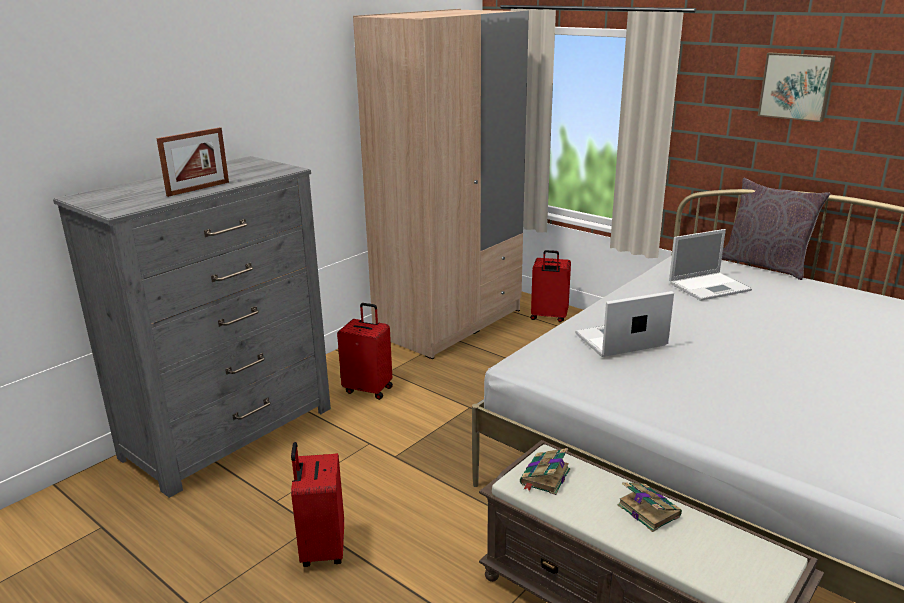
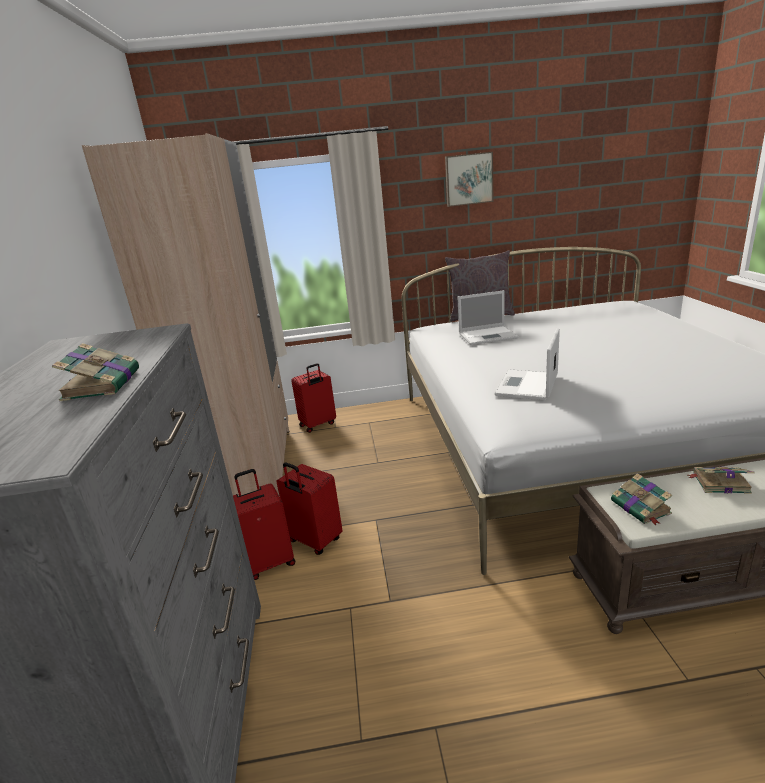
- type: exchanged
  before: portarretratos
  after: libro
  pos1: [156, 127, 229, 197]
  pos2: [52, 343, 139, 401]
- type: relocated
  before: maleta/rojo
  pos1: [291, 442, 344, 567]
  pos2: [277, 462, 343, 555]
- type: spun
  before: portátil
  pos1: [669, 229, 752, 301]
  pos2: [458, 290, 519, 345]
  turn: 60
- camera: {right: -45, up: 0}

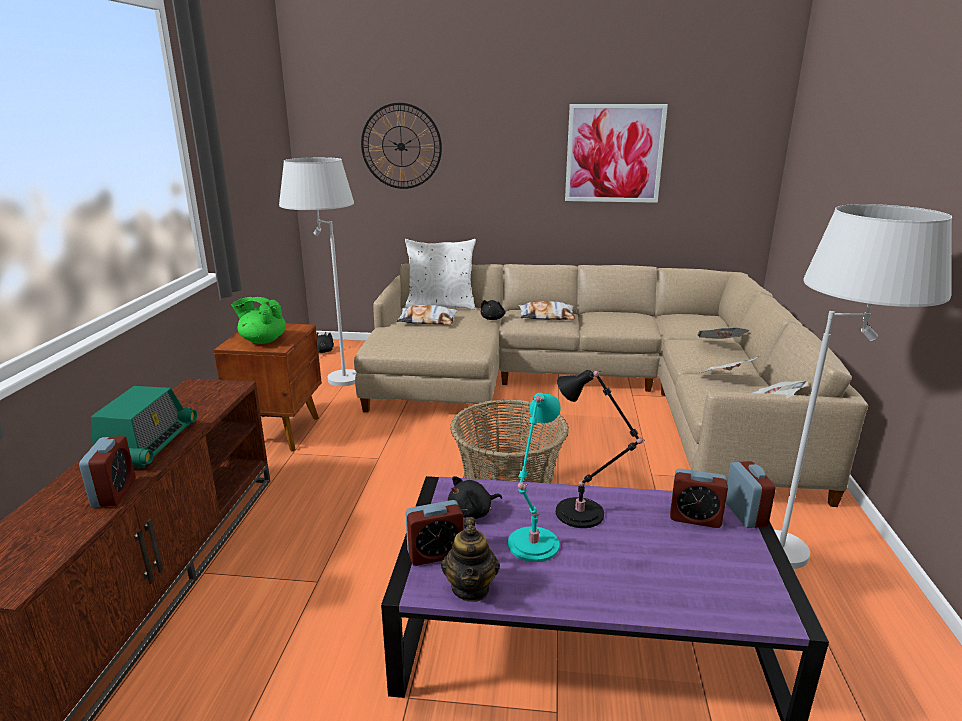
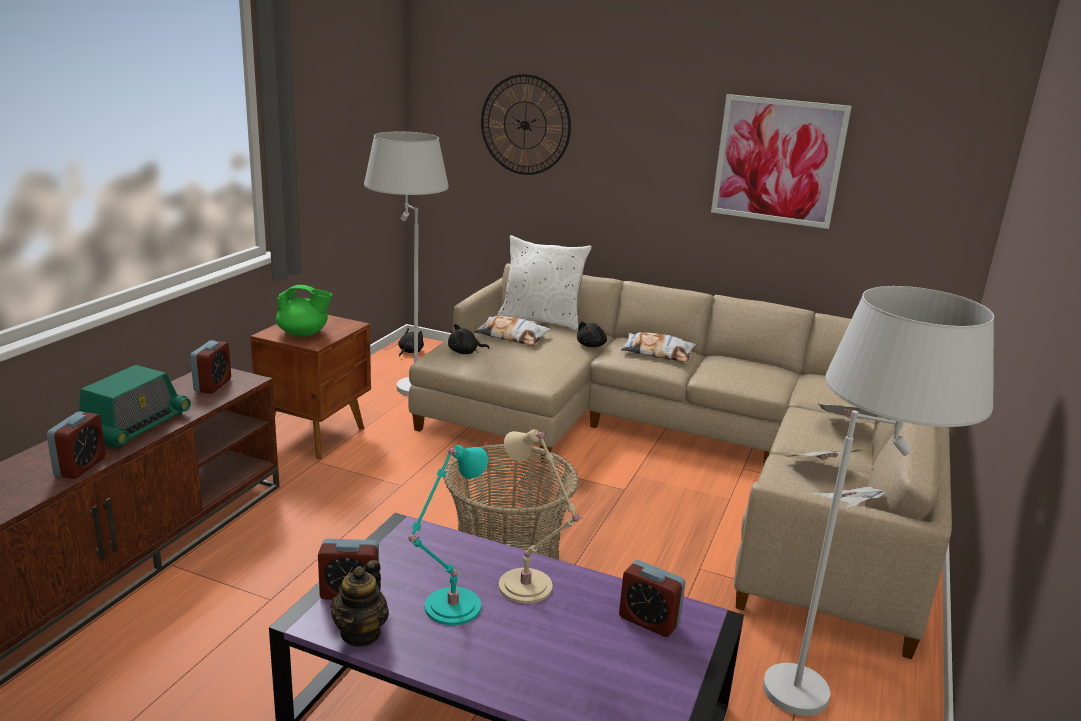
- type: spun
  before: tetera/verde
  pos1: [231, 297, 286, 344]
  pos2: [276, 285, 332, 337]
  turn: 150
- type: relocated
  before: peluche/negro
  pos1: [448, 476, 502, 519]
  pos2: [448, 324, 489, 354]
- type: colour
  before: lámpara de mesa/negro
  after: lámpara de mesa/beis
  pos1: [556, 370, 645, 528]
  pos2: [499, 430, 583, 604]
- type: relocated
  before: despertador
  pos1: [726, 461, 776, 528]
  pos2: [190, 340, 231, 394]
- camera: {right: 15, up: 0}

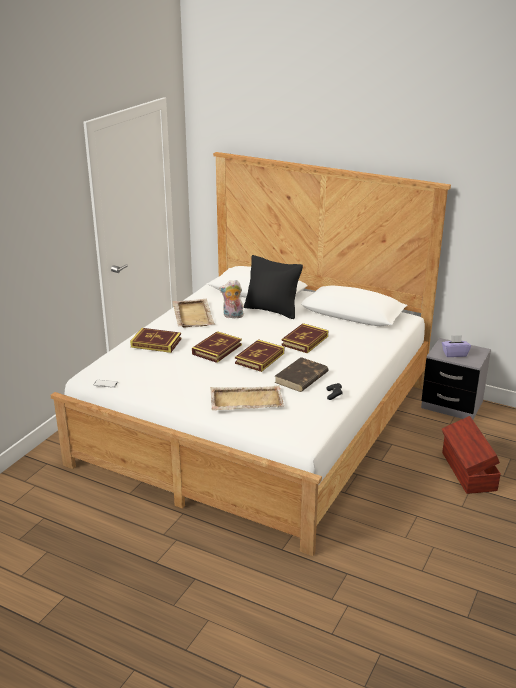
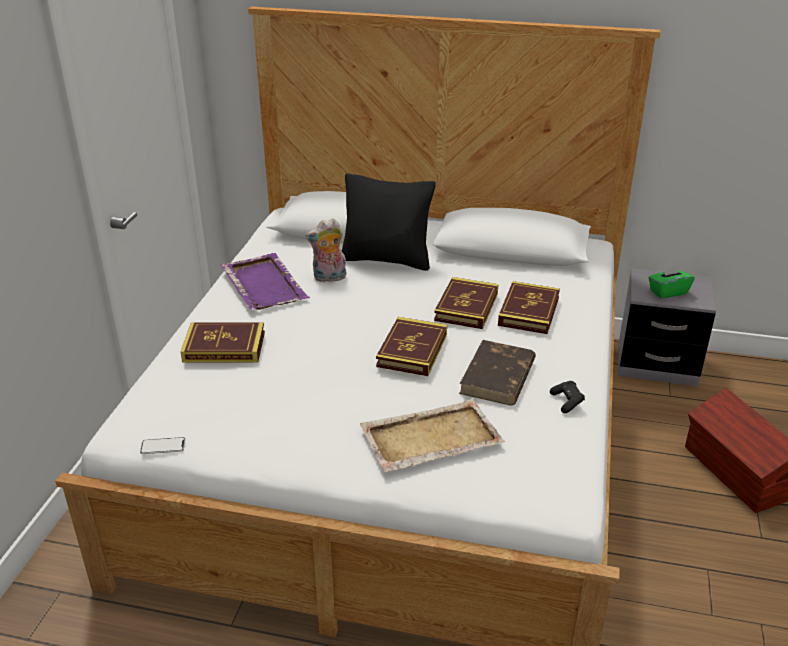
- type: colour
  before: bandeja/beis
  after: bandeja/morado
  pos1: [172, 299, 215, 327]
  pos2: [221, 253, 310, 310]
- type: relocated
  before: libro
  pos1: [192, 331, 242, 363]
  pos2: [498, 281, 560, 334]
- type: colour
  before: caja de pañuelos/morado
  after: caja de pañuelos/verde
  pos1: [442, 335, 471, 357]
  pos2: [648, 263, 695, 299]
- camera: {right: -15, up: 5}

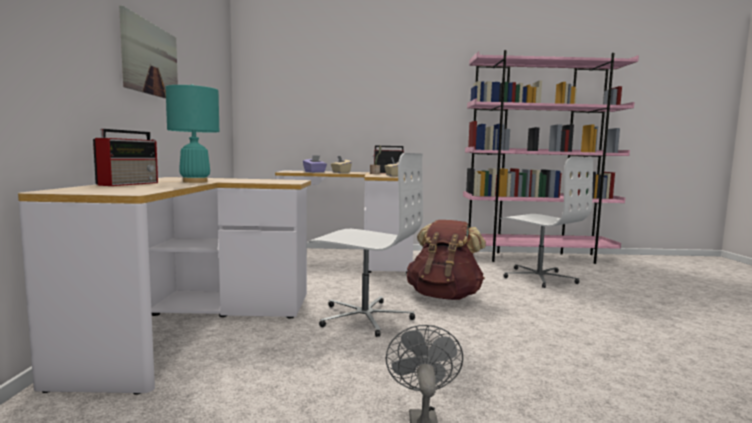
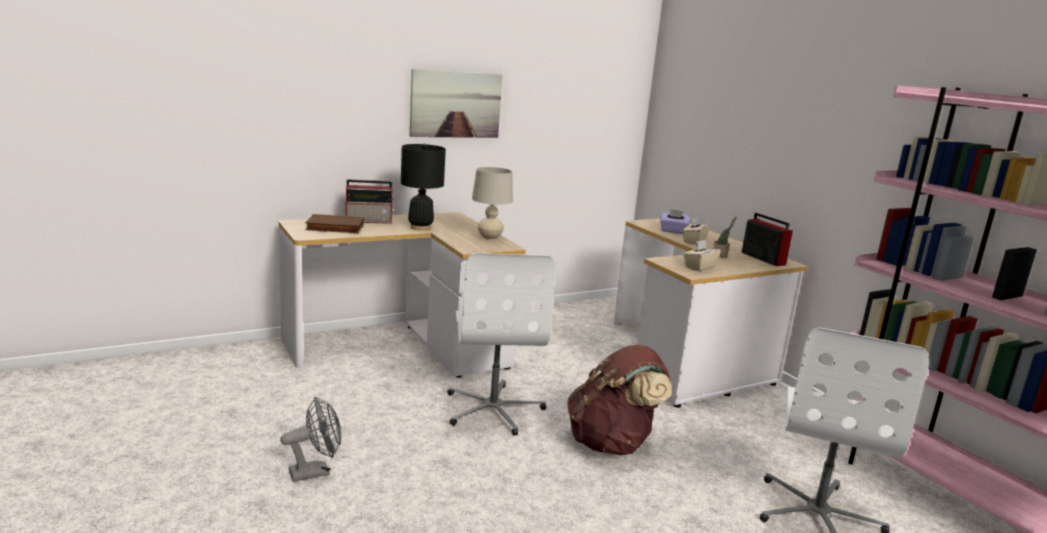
- type: colour
  before: lámpara de mesa/turquesa
  after: lámpara de mesa/negro
  pos1: [166, 84, 219, 183]
  pos2: [401, 144, 446, 231]
- type: appeared
  after: libro/marrón
  pos2: [305, 214, 364, 233]
- type: appeared
  after: lámpara de mesa/beis
  pos2: [472, 167, 513, 240]
- camera: {right: 60, up: 10}

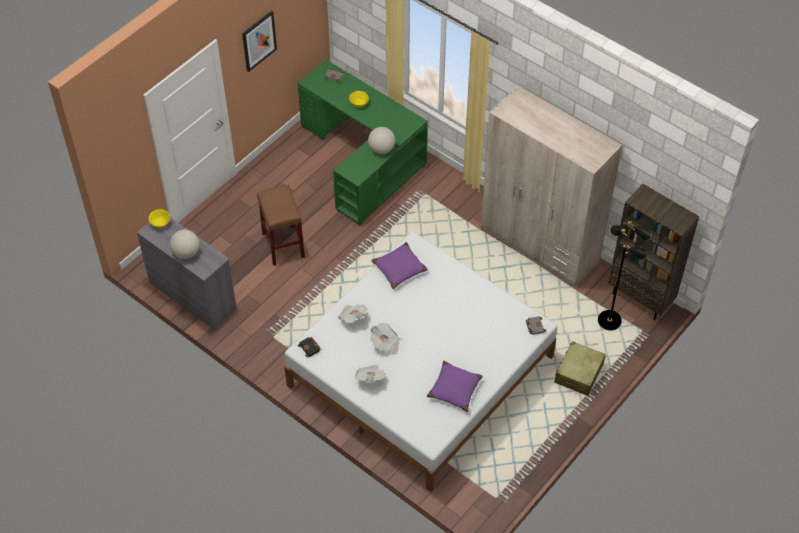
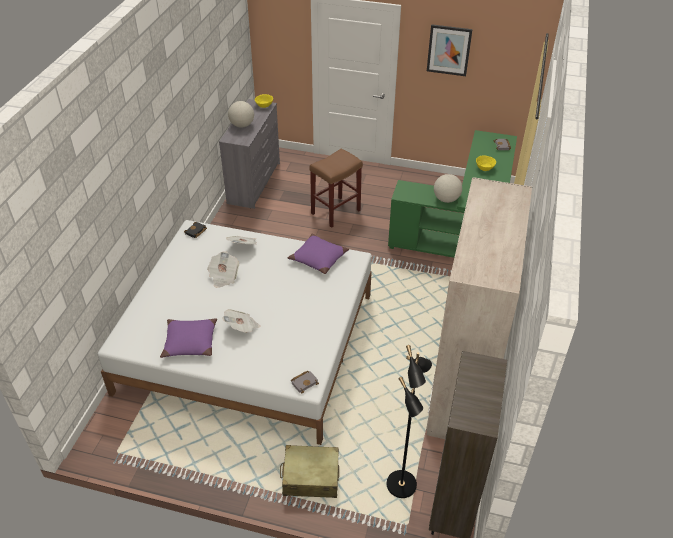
- type: relocated
  before: periódico
  pos1: [355, 364, 386, 383]
  pos2: [222, 309, 260, 333]
- camera: {right: 65, up: -10}

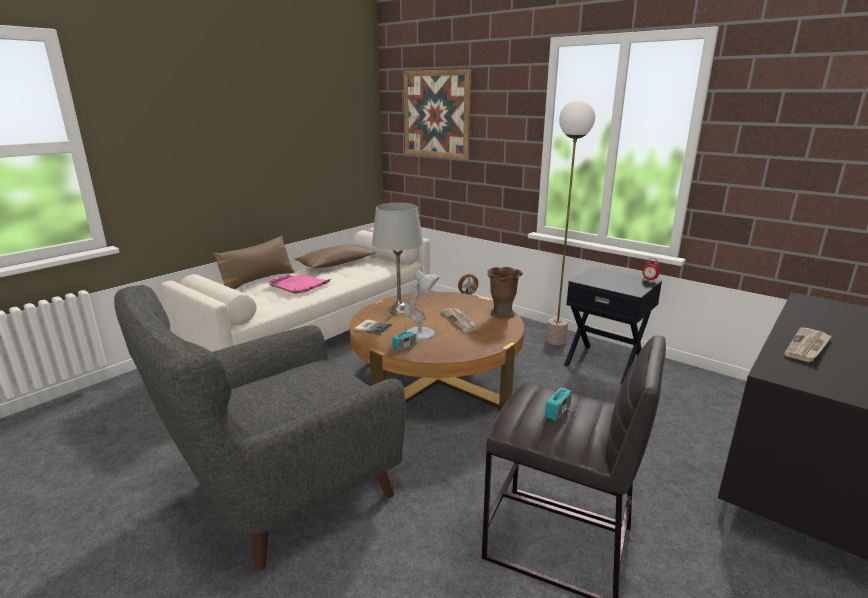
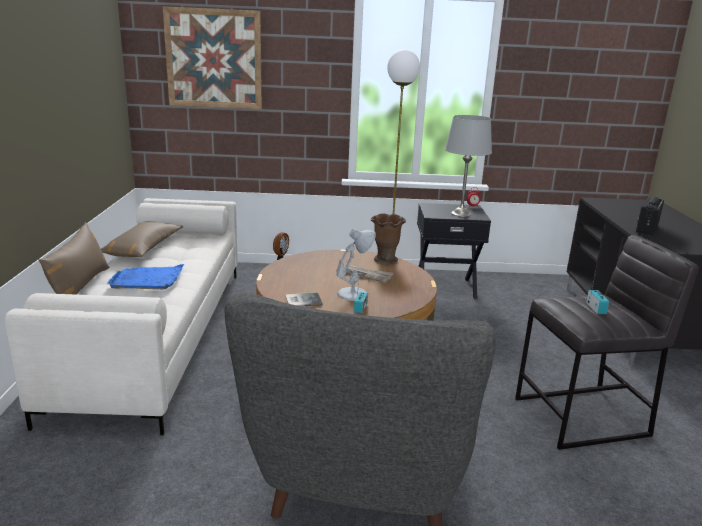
- type: colour
  before: bandeja/rosa
  after: bandeja/azul
  pos1: [267, 275, 331, 294]
  pos2: [107, 264, 184, 290]
- type: relocated
  before: lámpara de mesa/gris
  pos1: [372, 203, 423, 314]
  pos2: [445, 115, 492, 217]
- type: exchanged
  before: periódico
  after: radio
  pos1: [784, 327, 832, 362]
  pos2: [636, 197, 664, 235]
- camera: {right: -40, up: 0}

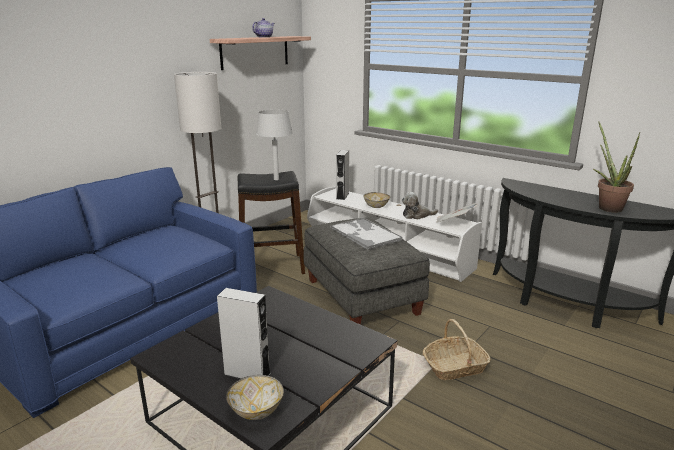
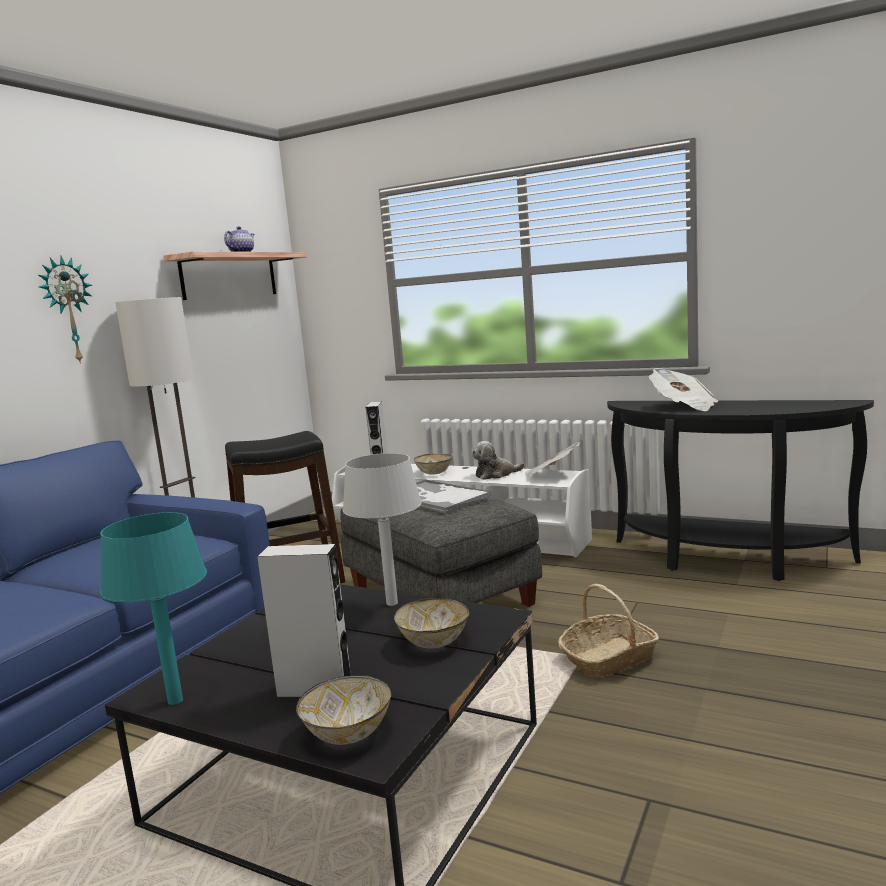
- type: relocated
  before: lámpara de mesa/gris
  pos1: [256, 109, 292, 180]
  pos2: [342, 453, 422, 606]
- type: missing
  before: planta en maceta
  pos1: [593, 121, 640, 213]
- type: appeared
  after: reloj de pared
  pos2: [39, 256, 92, 364]
- type: appeared
  after: lámpara de mesa/turquesa
  pos2: [100, 512, 207, 705]
- type: appeared
  after: cuenco
  pos2: [394, 597, 469, 648]
- type: appeared
  after: periódico
  pos2: [649, 368, 718, 411]
- camera: {right: -10, up: -10}

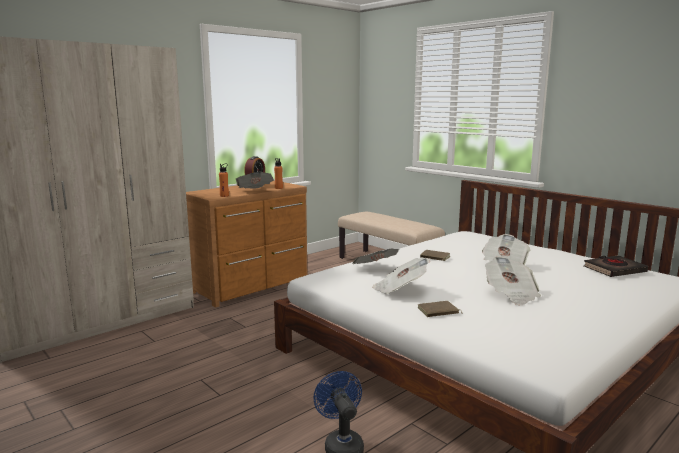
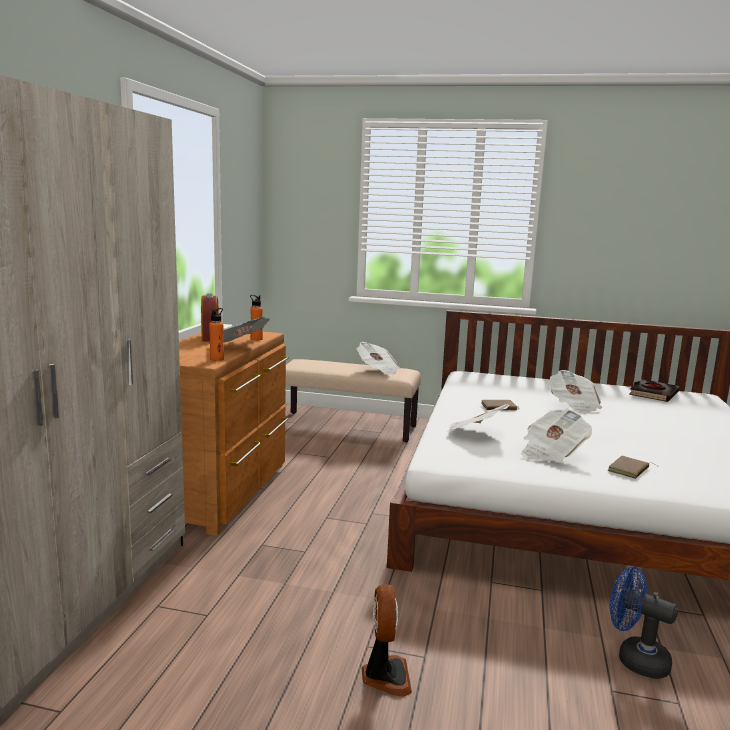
- type: relocated
  before: periódico
  pos1: [485, 256, 541, 306]
  pos2: [357, 342, 400, 376]
- type: appeared
  after: ventilador
  pos2: [362, 584, 412, 697]
- camera: {right: -35, up: 0}

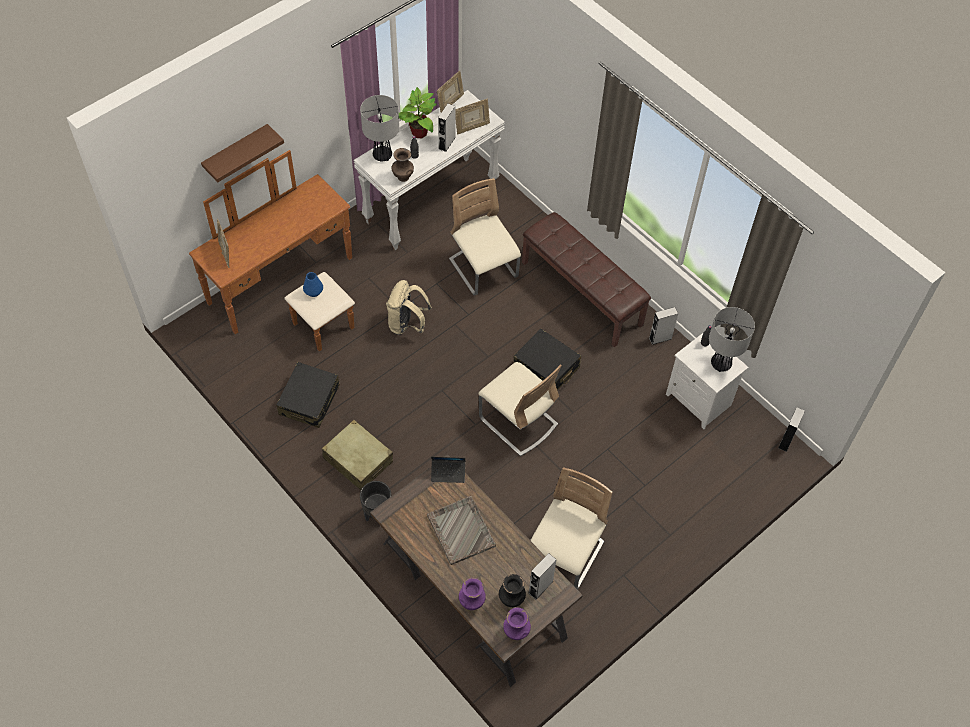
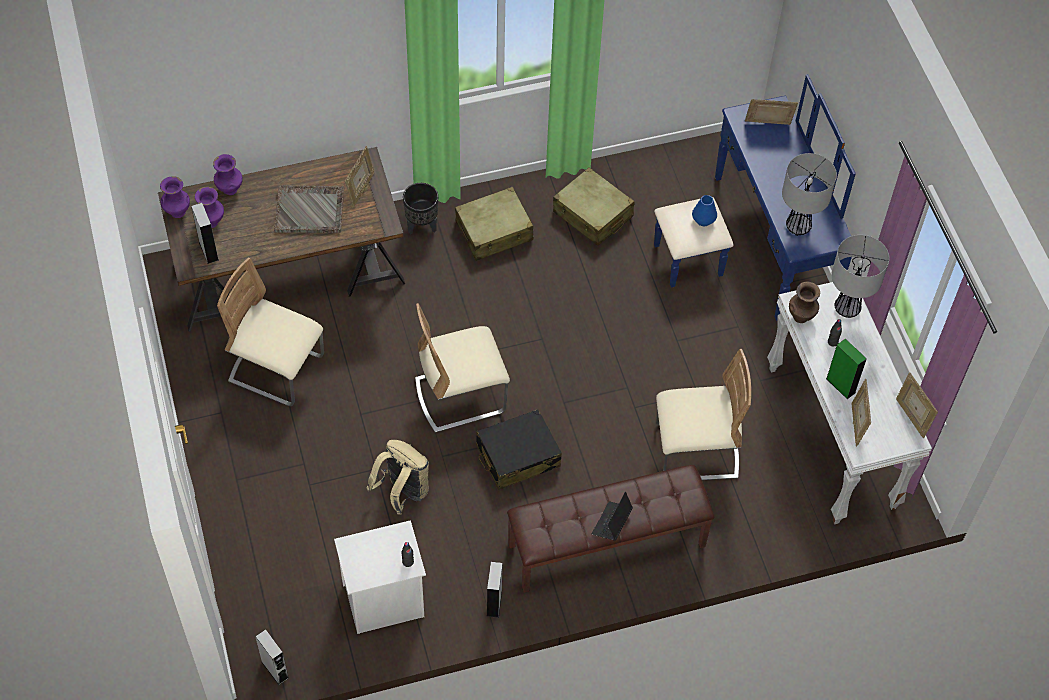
- type: colour
  before: cómoda/marrón
  after: cómoda/azul
  pos1: [189, 150, 355, 352]
  pos2: [654, 75, 856, 321]
- type: missing
  before: estante/marrón
  pos1: [201, 124, 284, 182]
- type: colour
  before: maleta/negro
  after: maleta/beis
  pos1: [276, 362, 340, 428]
  pos2: [553, 167, 635, 246]
- type: relocated
  before: mochila/beis
  pos1: [386, 280, 432, 335]
  pos2: [366, 440, 429, 515]
- type: missing
  before: planta en maceta
  pos1: [399, 87, 437, 138]
- type: relocated
  before: portátil
  pos1: [431, 457, 465, 483]
  pos2: [592, 492, 633, 541]
- type: colour
  before: altavoz/gris
  after: altavoz/verde
  pos1: [438, 104, 456, 152]
  pos2: [826, 339, 867, 399]
- type: colour
  before: florero/negro
  after: florero/morado
  pos1: [499, 574, 526, 607]
  pos2: [195, 187, 224, 228]
- type: spun
  before: silla/beis
  pos1: [530, 467, 613, 590]
  pos2: [217, 257, 324, 406]
  turn: 150
- type: relocated
  before: lámpara de mesa
  pos1: [709, 307, 755, 372]
  pos2: [782, 153, 837, 236]
- type: appeared
  after: portarretratos
  pos2: [345, 146, 374, 207]
- camera: {right: 115, up: 0}

